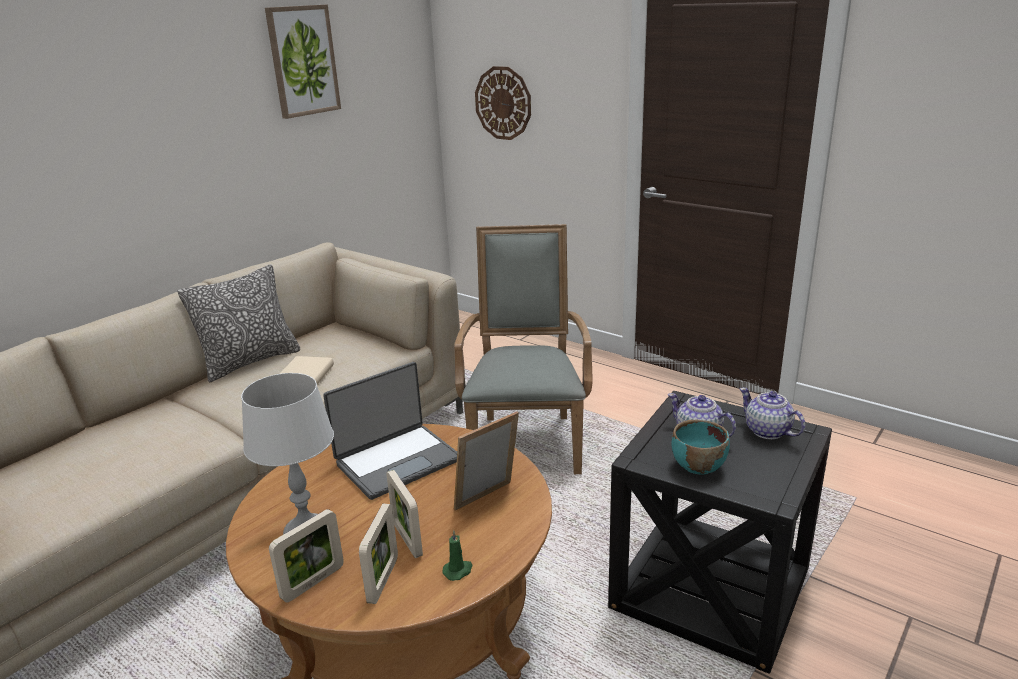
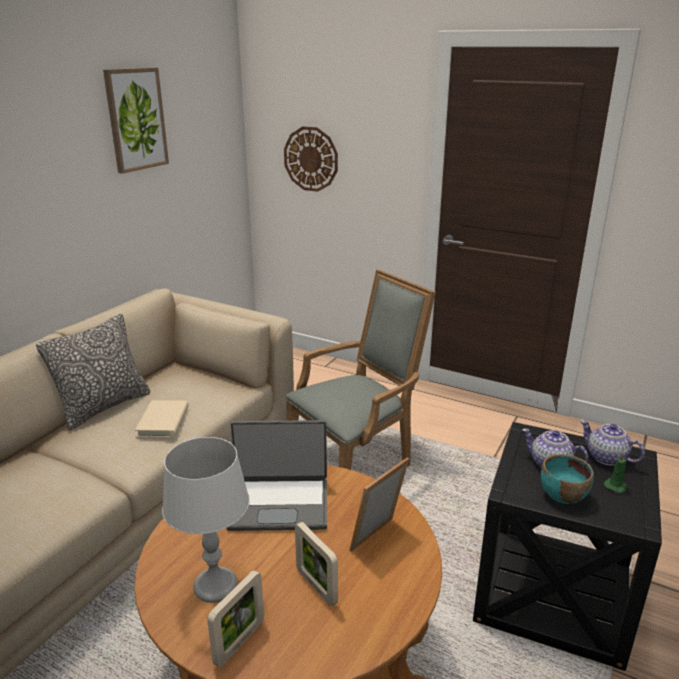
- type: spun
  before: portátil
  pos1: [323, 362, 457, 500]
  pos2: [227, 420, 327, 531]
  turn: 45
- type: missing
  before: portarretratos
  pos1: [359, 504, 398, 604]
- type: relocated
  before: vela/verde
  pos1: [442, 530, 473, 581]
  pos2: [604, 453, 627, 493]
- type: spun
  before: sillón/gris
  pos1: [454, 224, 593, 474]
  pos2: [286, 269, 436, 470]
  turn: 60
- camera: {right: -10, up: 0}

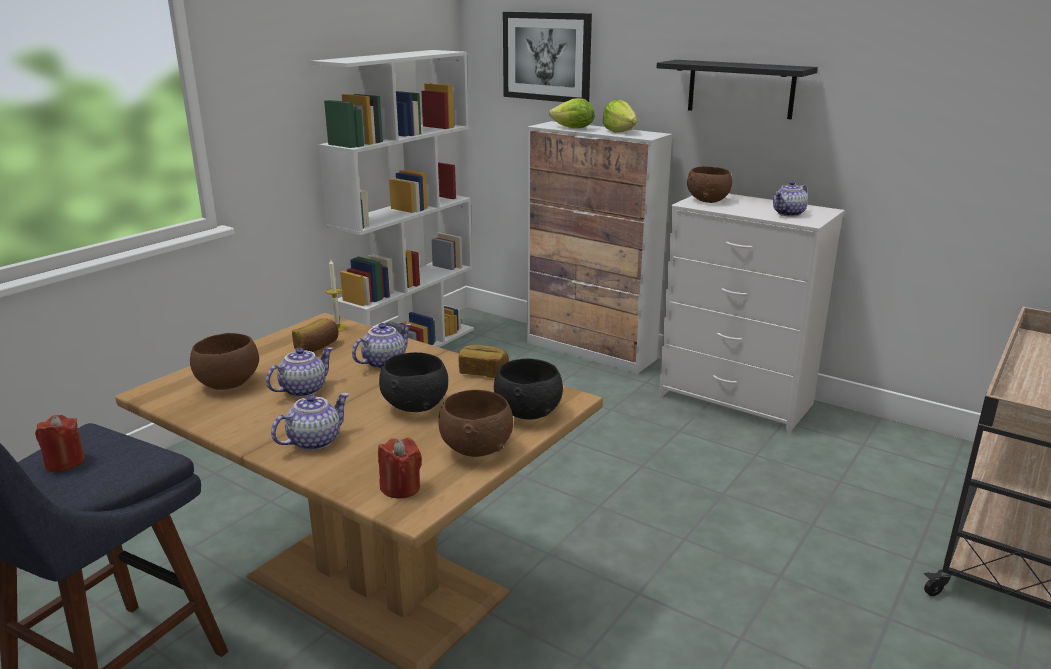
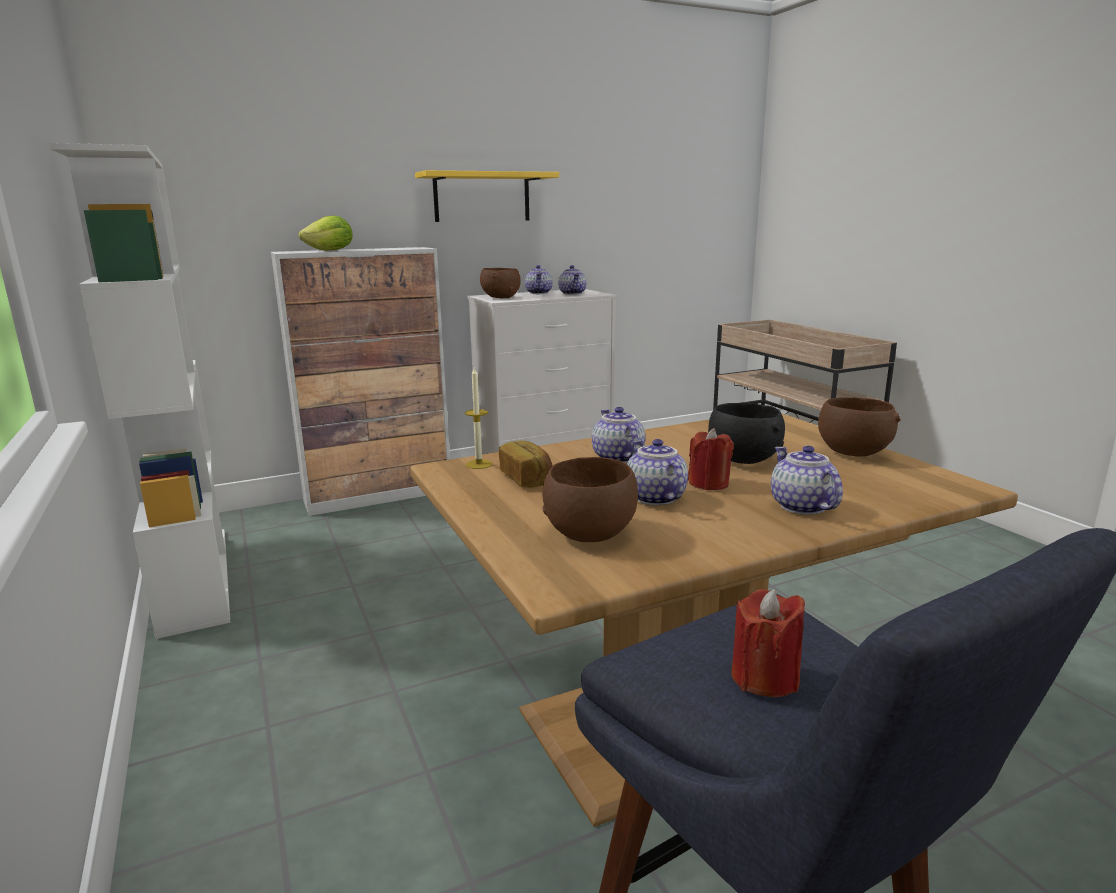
- type: relocated
  before: vela/rojo
  pos1: [378, 438, 422, 499]
  pos2: [688, 428, 734, 490]
- type: missing
  before: pan
  pos1: [459, 345, 509, 378]
- type: missing
  before: cuenco/negro
  pos1: [494, 359, 563, 419]
- type: missing
  before: cuadro
  pos1: [503, 12, 592, 102]
- type: missing
  before: lechuga
  pos1: [603, 100, 637, 133]
- type: colour
  before: estante/negro
  after: estante/amarillo
  pos1: [657, 60, 818, 119]
  pos2: [415, 170, 559, 222]
- type: appeared
  after: tetera
  pos2: [525, 265, 553, 294]
- camera: {right: -60, up: -5}

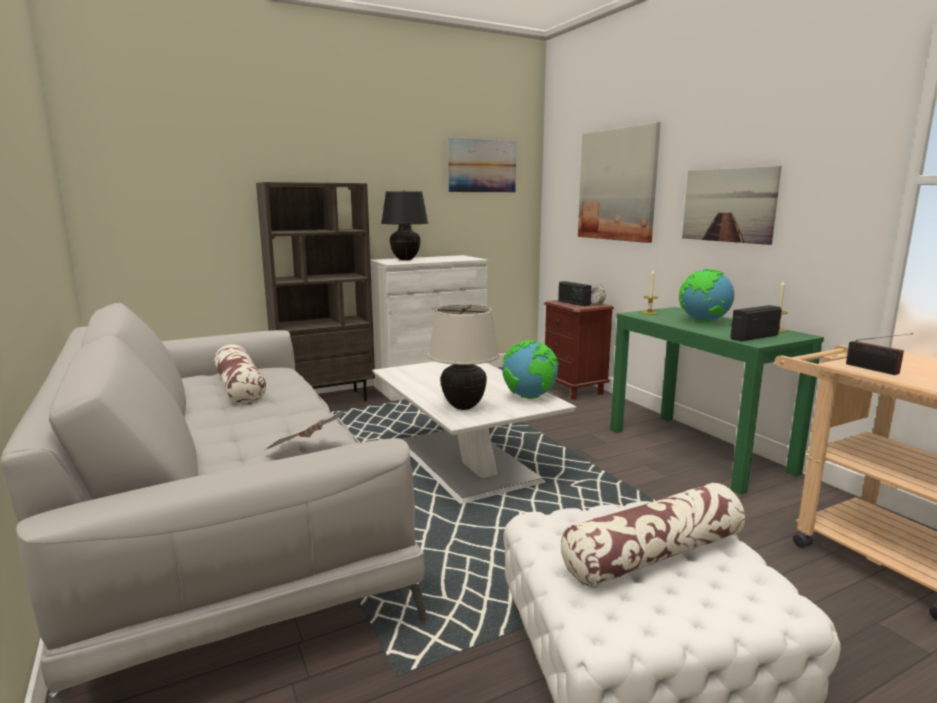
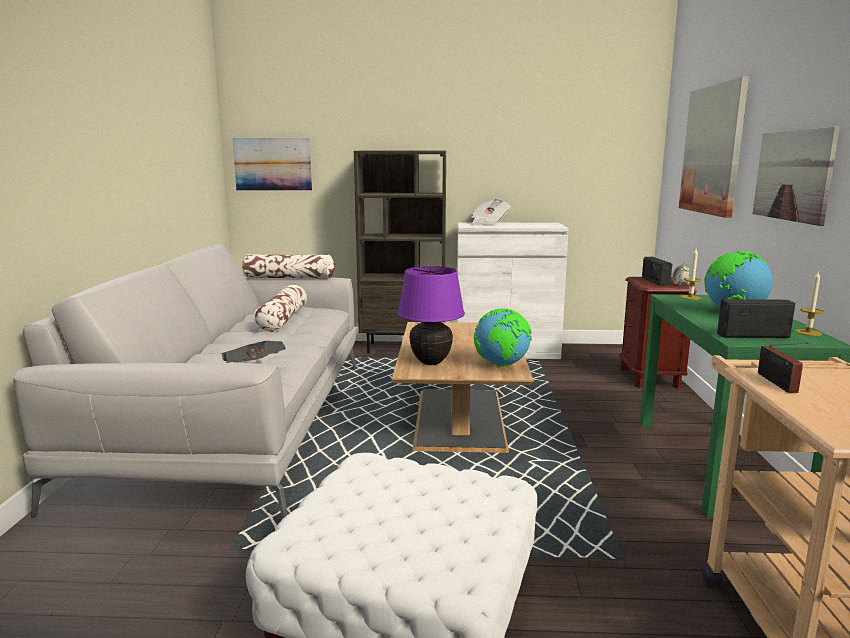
- type: colour
  before: mesa de centro/blanco
  after: mesa de centro/marrón
  pos1: [372, 361, 576, 504]
  pos2: [392, 322, 534, 453]
- type: exchanged
  before: lámpara de mesa/negro
  after: periódico
  pos1: [381, 191, 428, 260]
  pos2: [471, 199, 511, 226]
- type: colour
  before: lámpara de mesa/beis
  after: lámpara de mesa/morado
  pos1: [428, 305, 499, 410]
  pos2: [398, 266, 465, 365]
- type: relocated
  before: cuadro
  pos1: [448, 138, 516, 192]
  pos2: [233, 138, 312, 191]
- type: relocated
  before: cojín
  pos1: [561, 483, 745, 587]
  pos2: [242, 254, 335, 279]
- camera: {right: 30, up: 0}

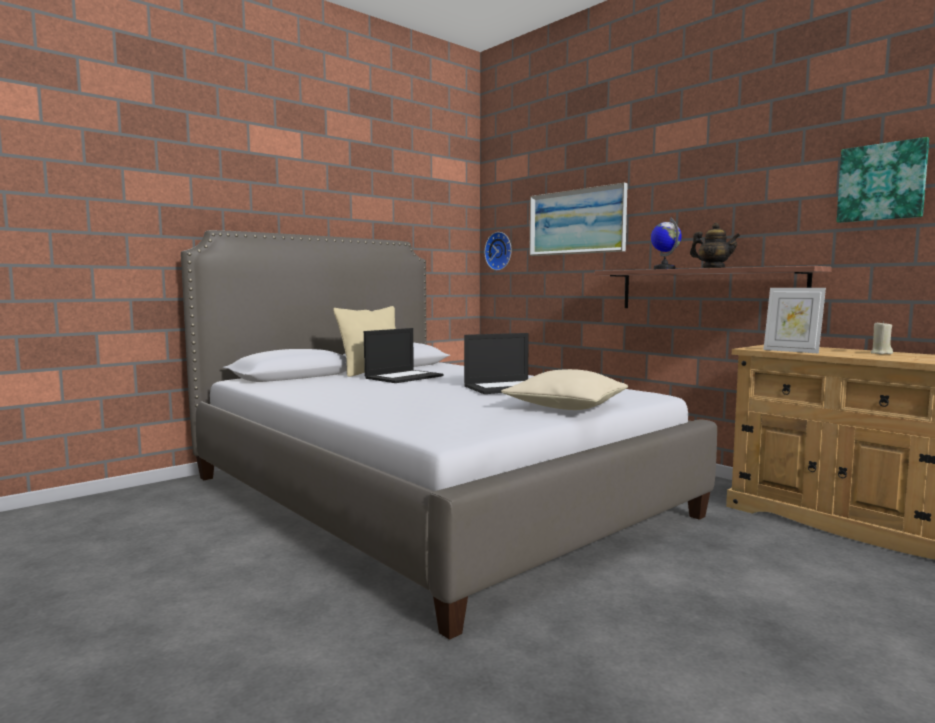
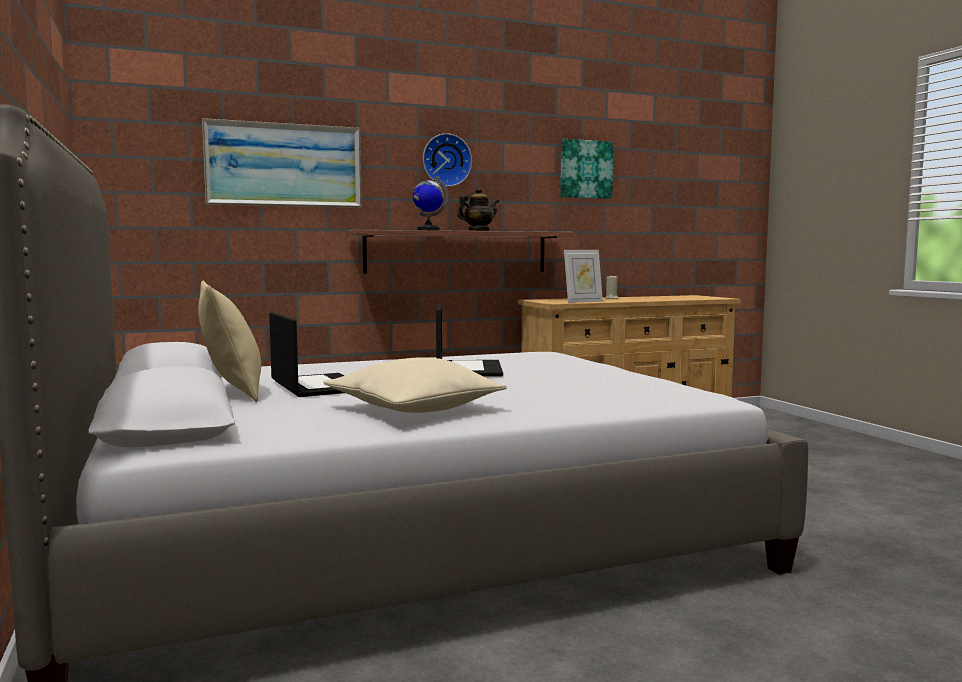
- type: relocated
  before: reloj de pared
  pos1: [484, 232, 512, 271]
  pos2: [423, 133, 472, 187]
- type: relocated
  before: cojín/beis
  pos1: [501, 369, 628, 410]
  pos2: [323, 357, 507, 413]
- camera: {right: -70, up: 0}

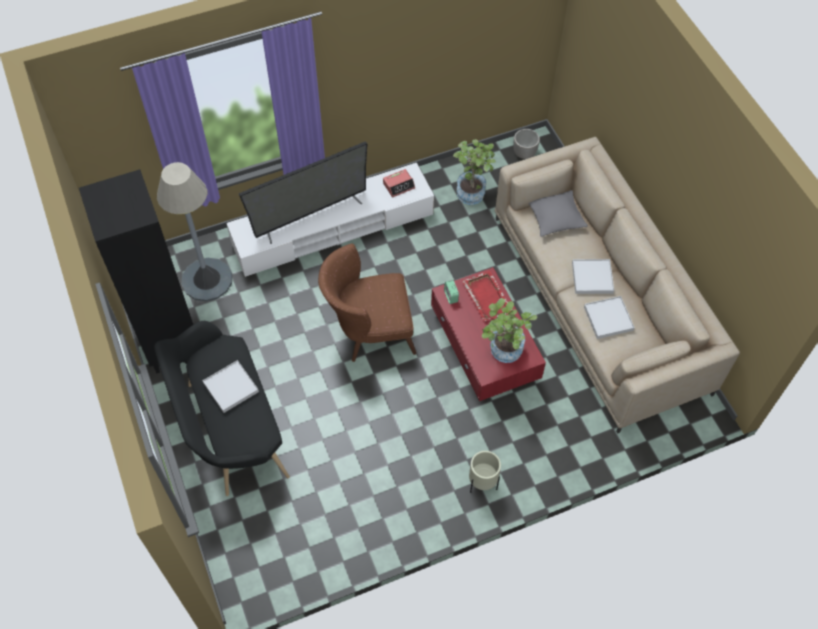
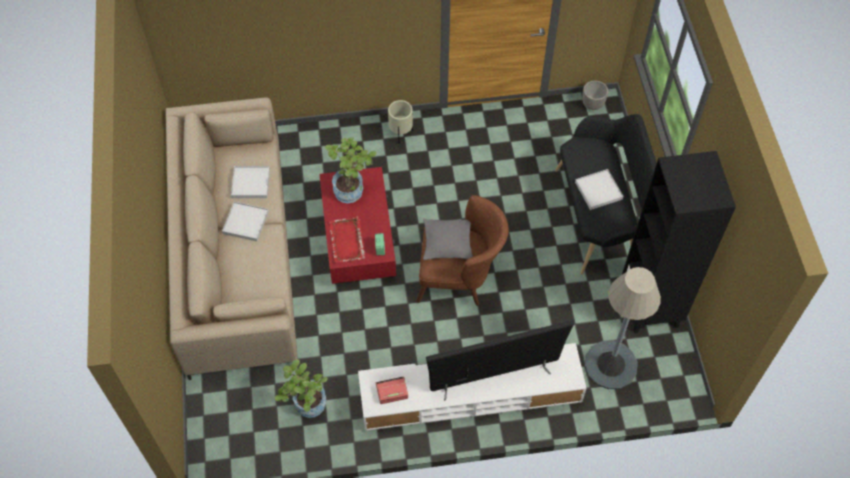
- type: relocated
  before: maceta
  pos1: [514, 129, 540, 159]
  pos2: [582, 81, 608, 110]
- type: relocated
  before: cojín/gris
  pos1: [528, 190, 588, 237]
  pos2: [423, 219, 473, 260]
- camera: {right: -165, up: 0}

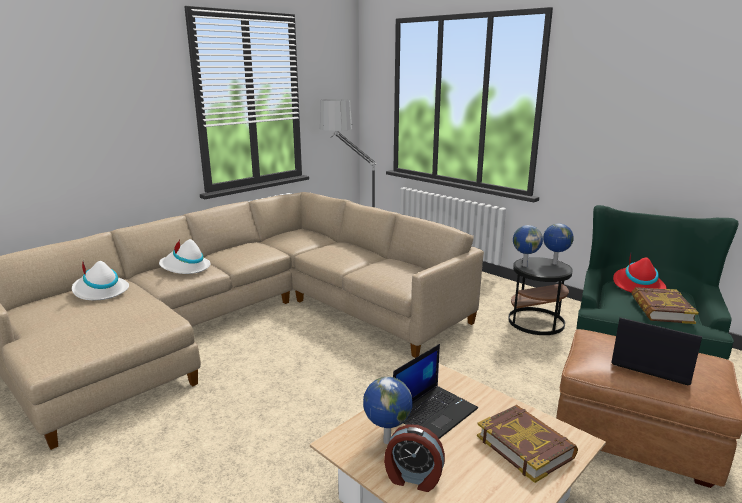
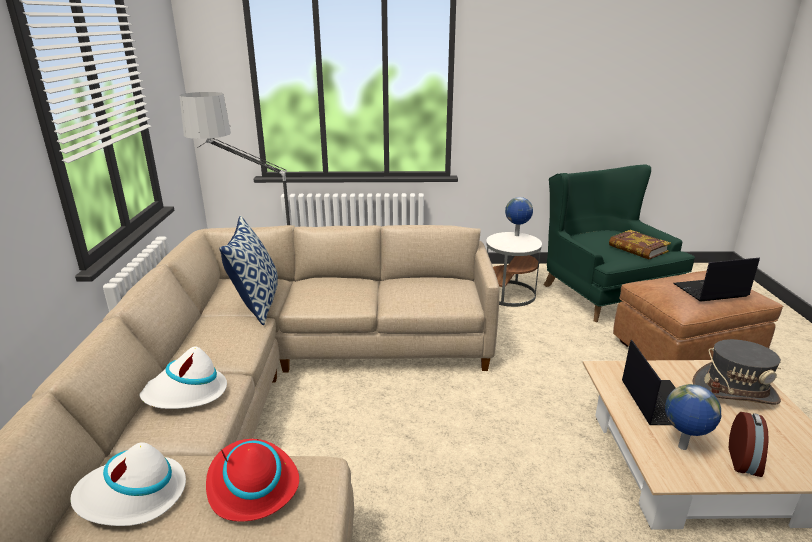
- type: spun
  before: despertador
  pos1: [384, 424, 445, 492]
  pos2: [729, 412, 769, 477]
  turn: -45
- type: exchanged
  before: libro
  after: sombrero/gris
  pos1: [477, 405, 578, 483]
  pos2: [693, 339, 781, 405]
- type: colour
  before: mesa auxiliar/negro
  after: mesa auxiliar/blanco
  pos1: [508, 257, 573, 335]
  pos2: [486, 232, 542, 307]
- type: missing
  before: globo terráqueo
  pos1: [513, 225, 543, 267]
- type: relocated
  before: sombrero/rojo
  pos1: [613, 253, 667, 293]
  pos2: [206, 439, 299, 522]
- type: appeared
  after: cojín
  pos2: [219, 216, 278, 325]
- camera: {right: -45, up: 5}

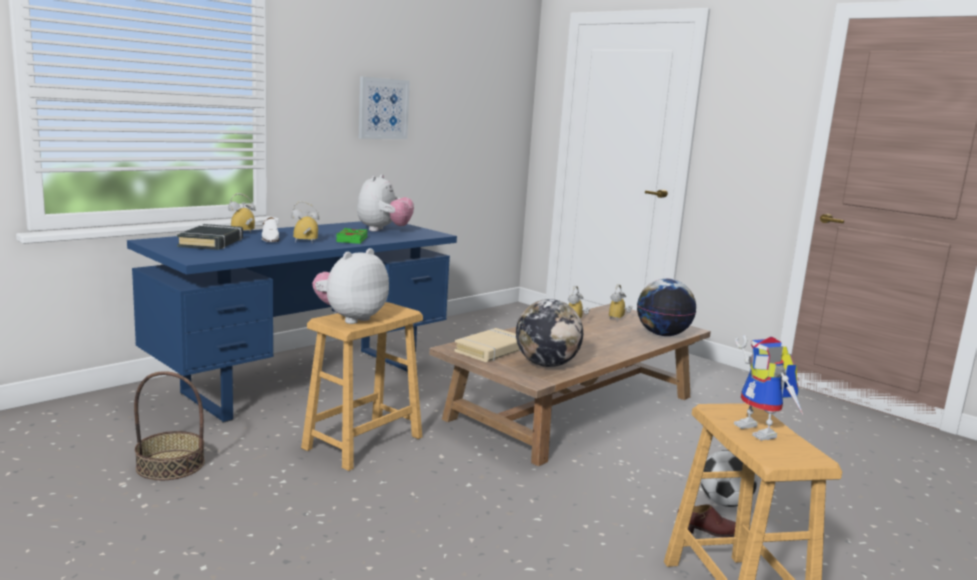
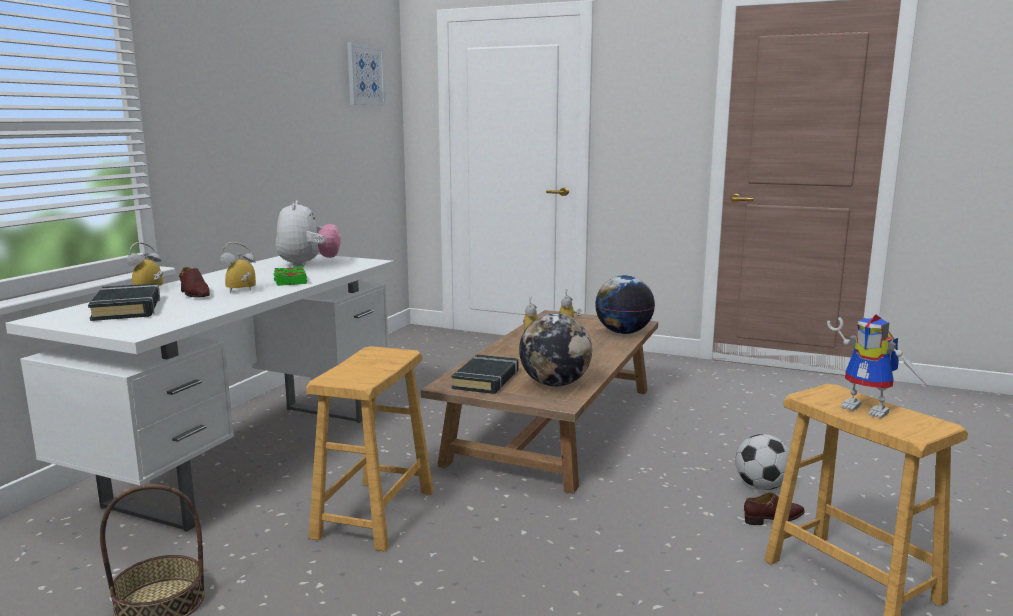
- type: colour
  before: escritorio/azul
  after: escritorio/blanco
  pos1: [127, 221, 457, 423]
  pos2: [6, 254, 394, 532]
- type: colour
  before: zapato/blanco
  after: zapato/marrón
  pos1: [262, 217, 279, 242]
  pos2: [179, 267, 210, 298]
- type: missing
  before: peluche
  pos1: [312, 248, 389, 324]
- type: relocated
  before: cuadro
  pos1: [359, 77, 410, 139]
  pos2: [347, 42, 386, 105]
- type: colour
  before: libro/beis
  after: libro/negro
  pos1: [454, 328, 521, 362]
  pos2: [451, 355, 518, 394]
- camera: {right: -20, up: 0}

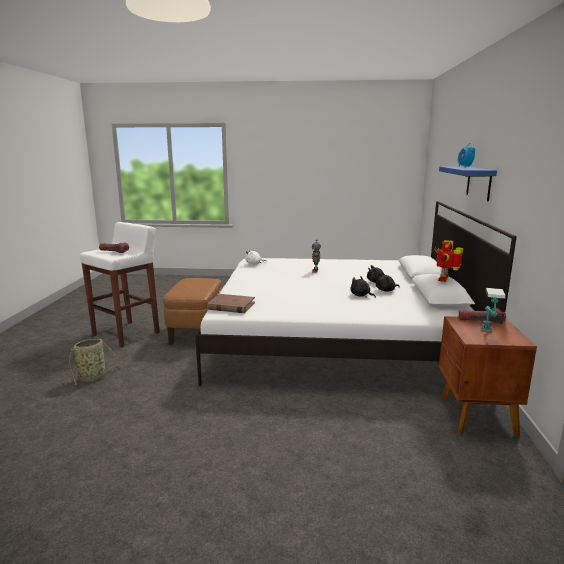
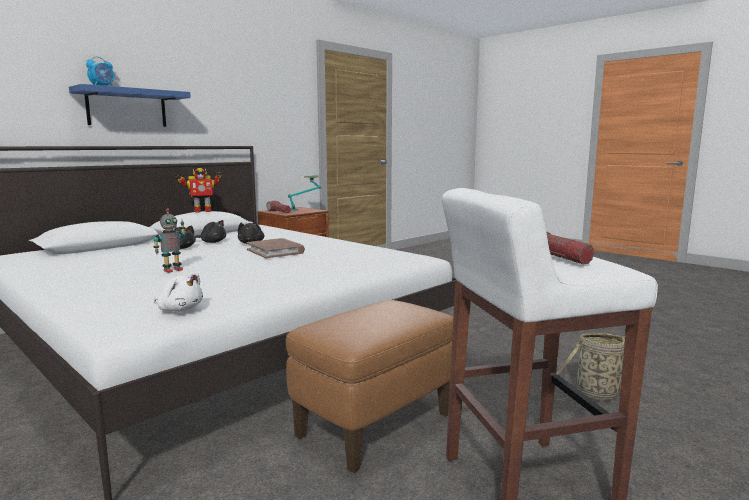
- type: relocated
  before: libro/marrón
  pos1: [207, 294, 255, 313]
  pos2: [246, 238, 305, 258]
- camera: {right: -140, up: -5}

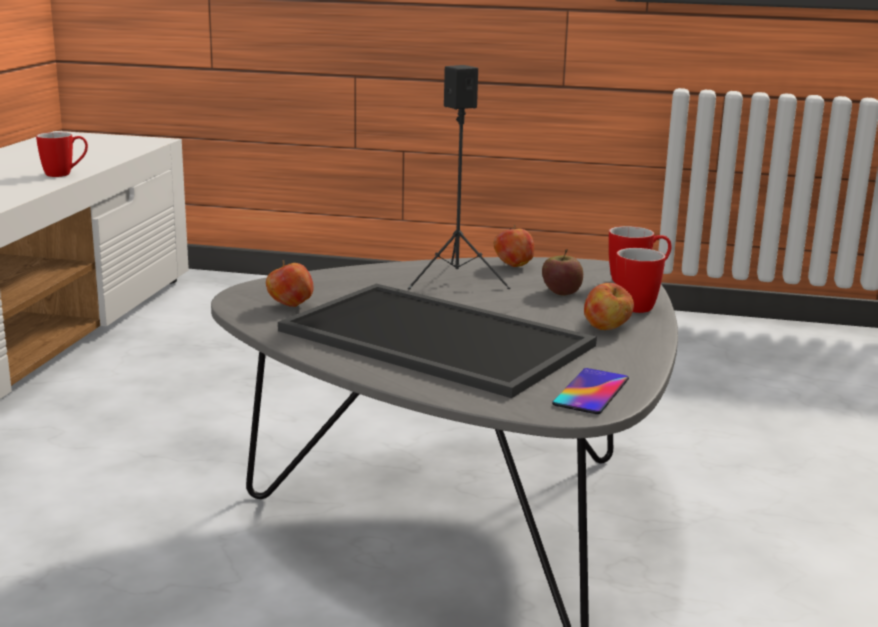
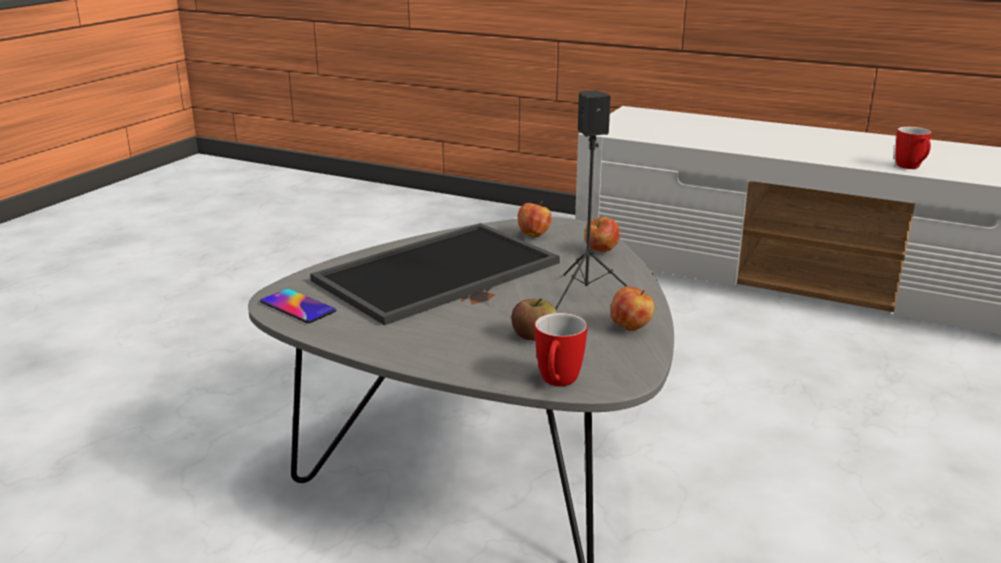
- type: relocated
  before: manzana
  pos1: [584, 283, 634, 330]
  pos2: [584, 217, 620, 252]
- type: missing
  before: taza grande
  pos1: [616, 248, 665, 313]
- camera: {right: 105, up: 5}

